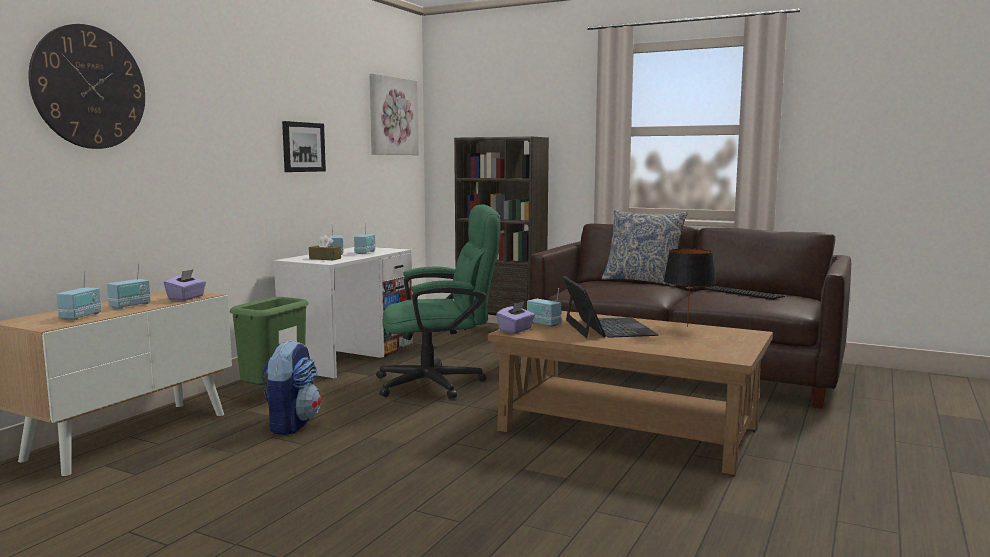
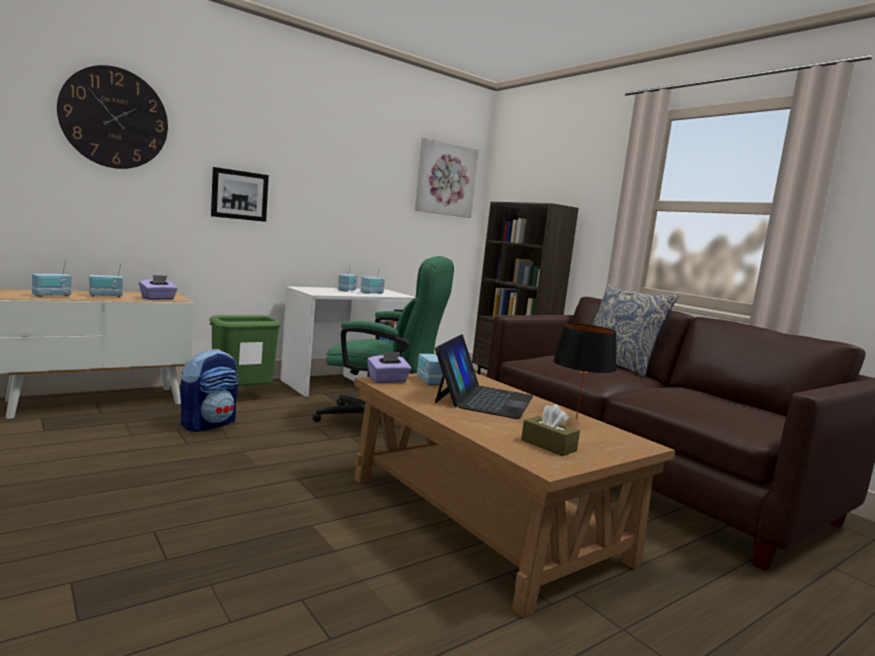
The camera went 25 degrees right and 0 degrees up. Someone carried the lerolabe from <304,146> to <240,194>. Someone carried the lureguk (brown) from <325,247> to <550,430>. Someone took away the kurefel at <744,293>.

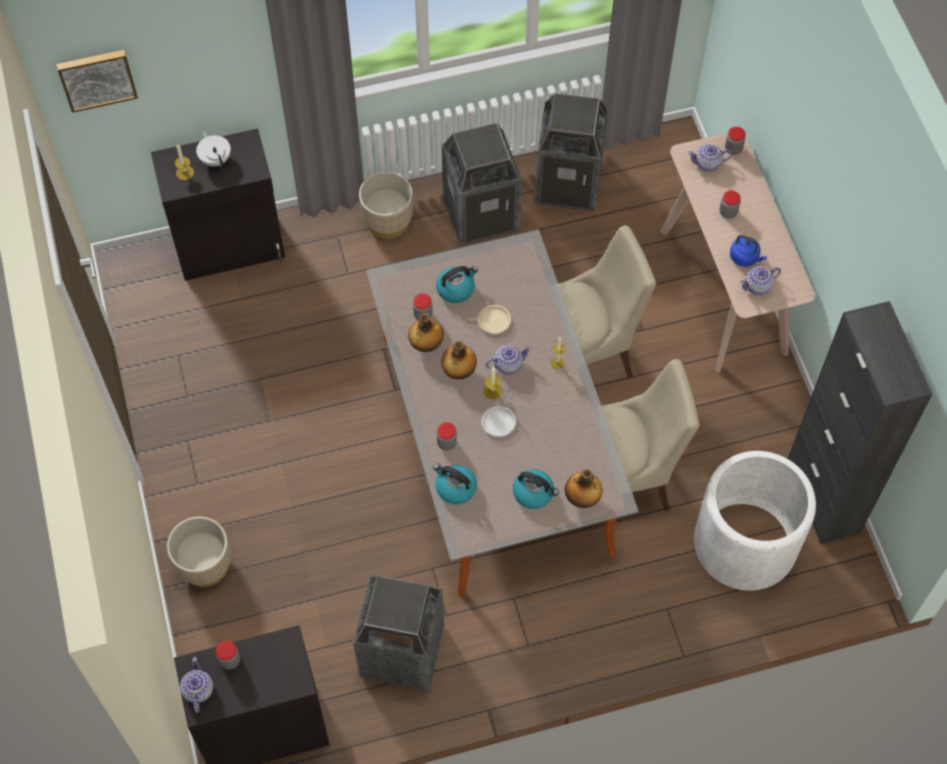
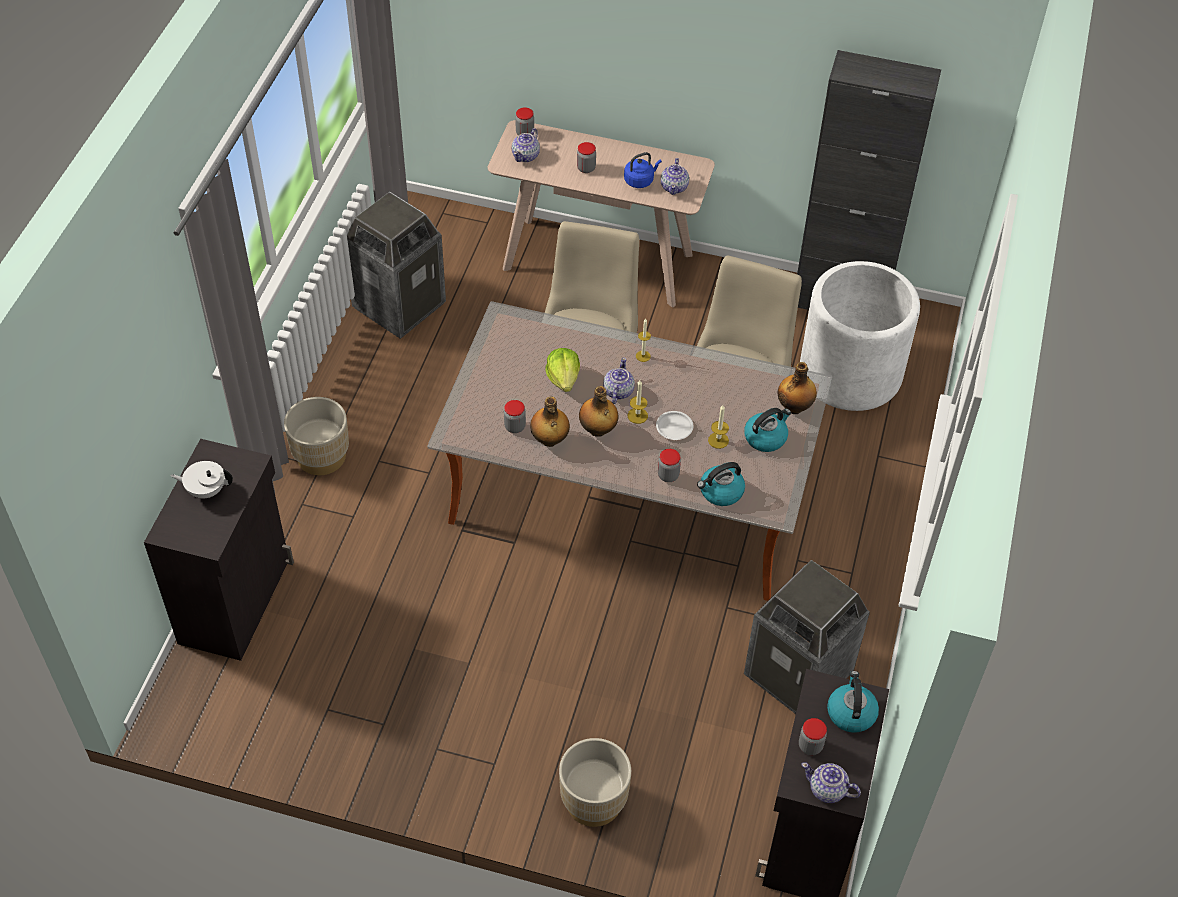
The camera went 60 degrees left and 10 degrees down. Someone took away the lerolabe at <97,81>. Someone carried the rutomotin from <184,162> to <718,427>. Someone carried the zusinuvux from <457,284> to <853,702>. Someone took away the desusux at <482,184>. Someone swapped the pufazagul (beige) at <494,319> for the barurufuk at <562,370>.

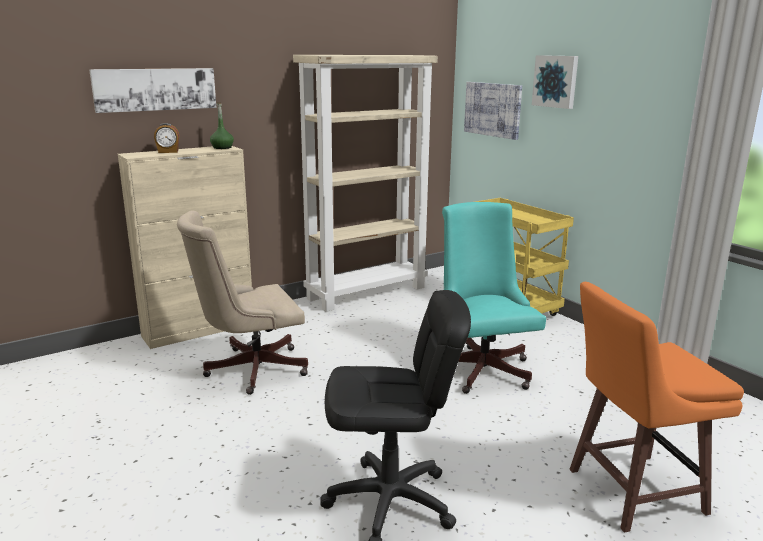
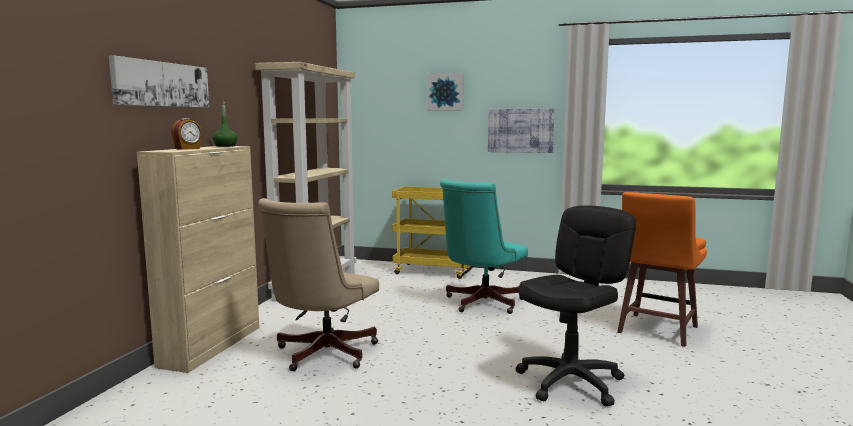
The camera went 40 degrees left and 10 degrees down. Someone rotated the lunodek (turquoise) at <494,298> by 90 degrees counterclockwise. Someone carried the lerolabe from <493,111> to <521,131>.

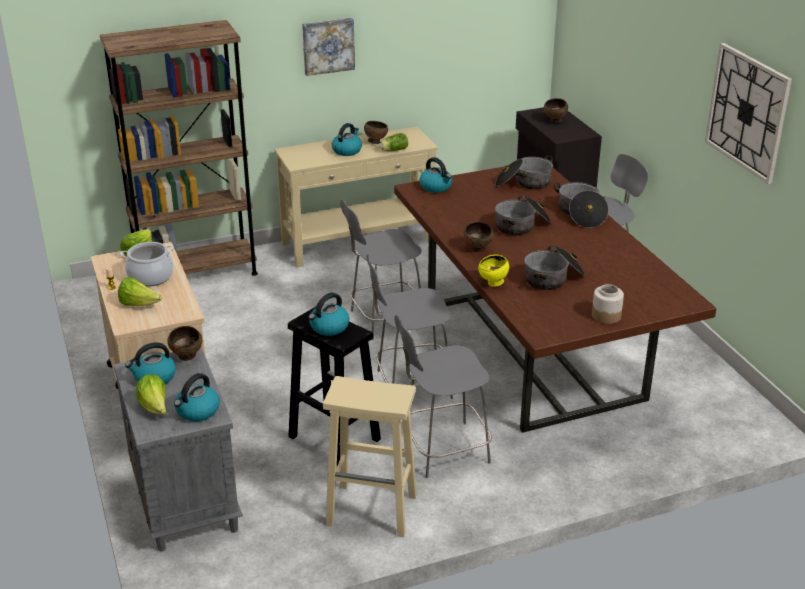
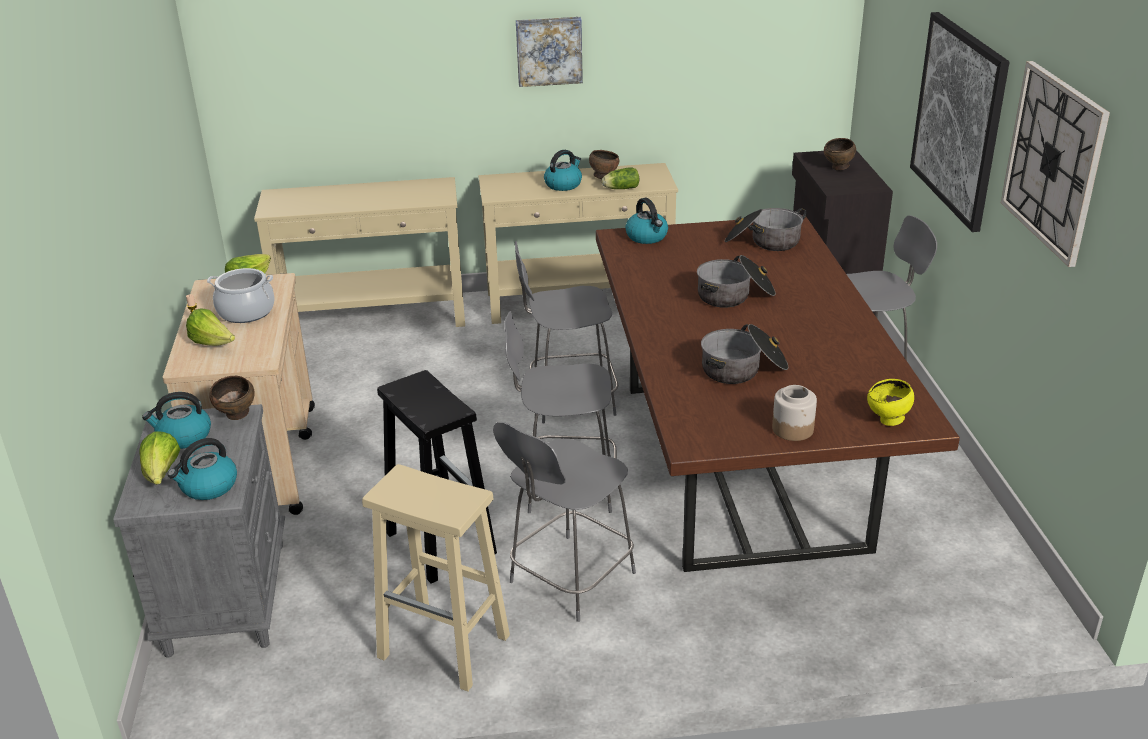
The camera went 15 degrees right and 0 degrees up. Someone swapped the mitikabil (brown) at <179,148> for the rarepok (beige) at <359,252>. Someone took away the zusinuvux at <329,314>. Someone rotated the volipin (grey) at <443,396> by 45 degrees counterclockwise. Someone took away the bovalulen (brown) at <479,237>. Someone carried the bovalulen (yellow) from <493,271> to <890,402>. Someone took away the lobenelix at <581,205>. Someone put up the lerolabe at <959,122>.

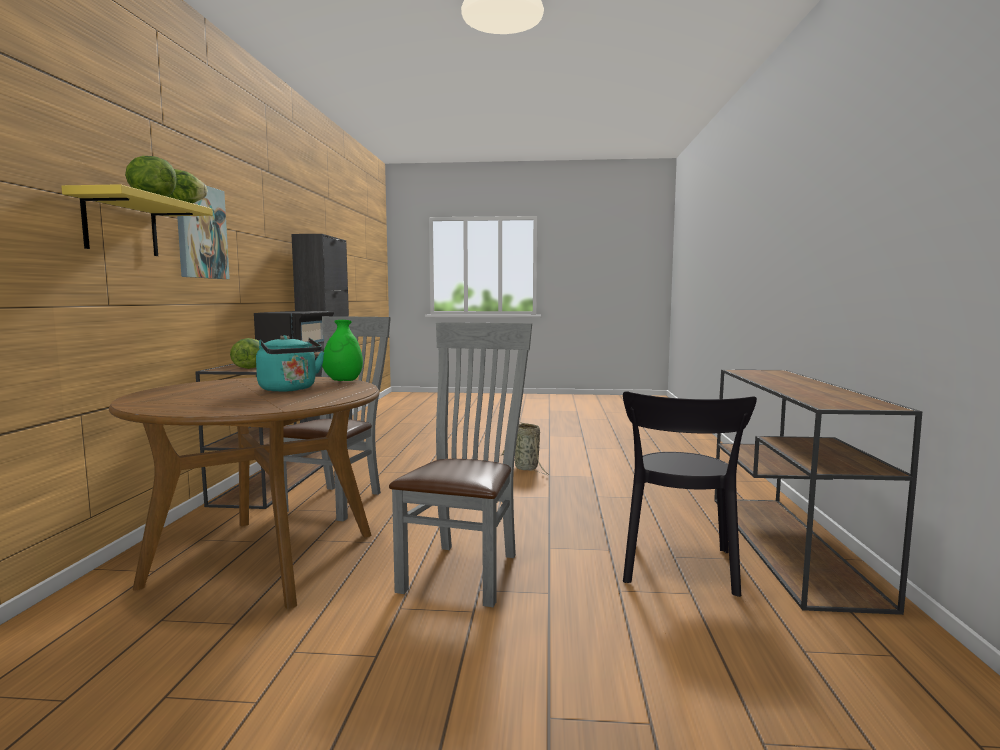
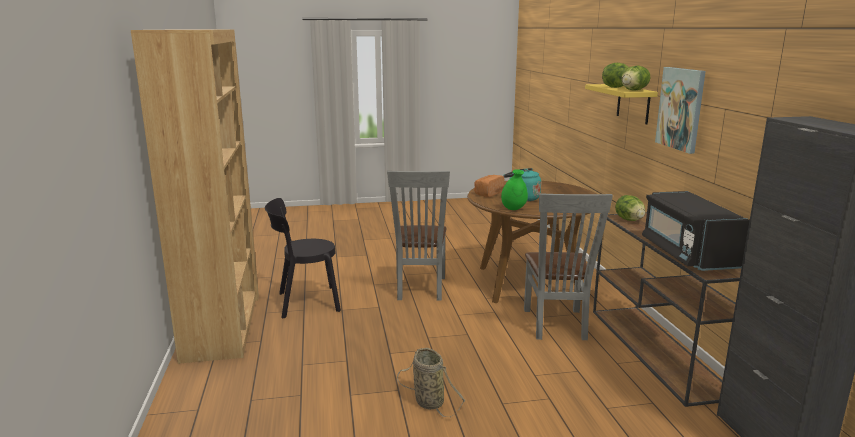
The camera went 165 degrees right and 10 degrees up. Someone rotated the volipin (black) at <690,494> by 105 degrees counterclockwise. Someone swapped the rarepok (brown) at <818,492> for the mitikabil (brown) at <195,196>. Someone put down the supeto at <489,186>.

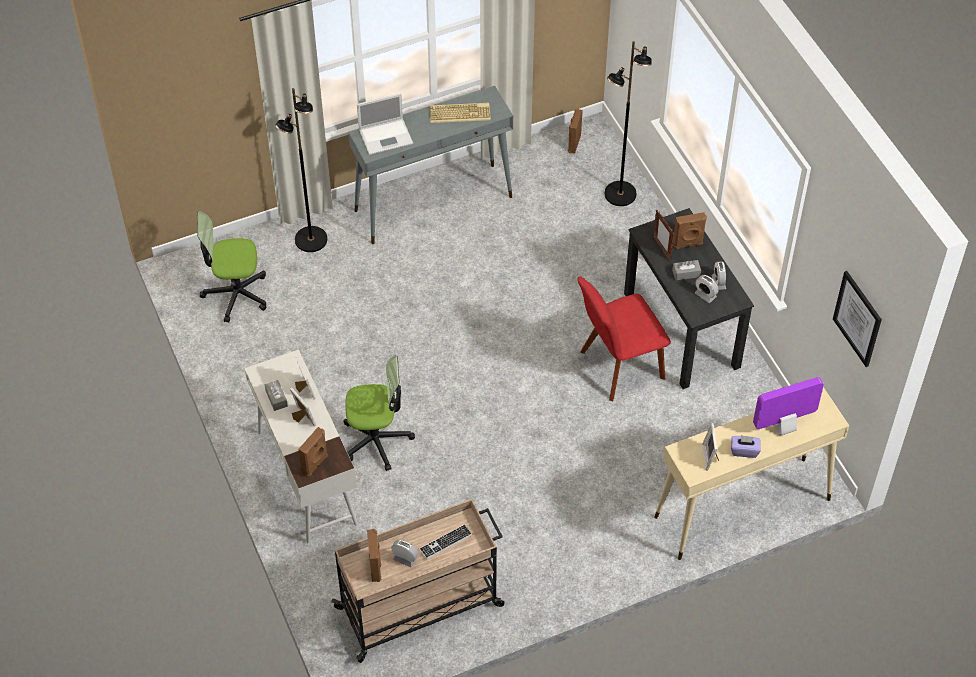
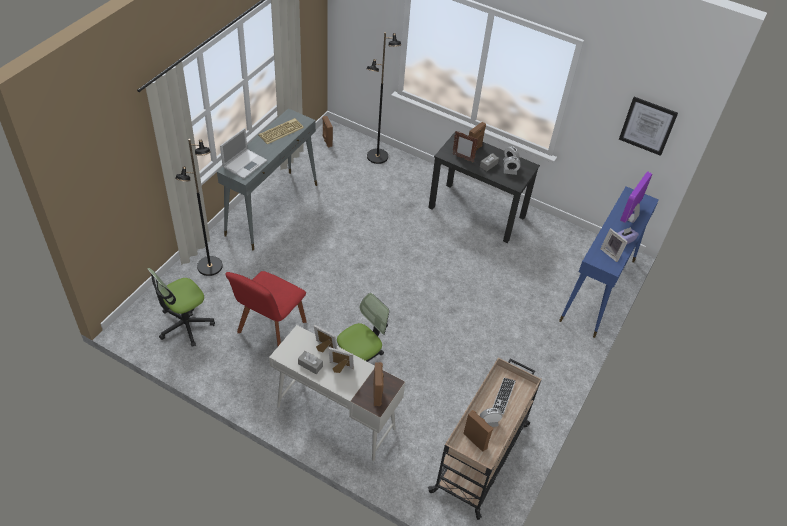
The camera went 40 degrees left and 5 degrees down. Someone carried the volipin (red) from <624,338> to <266,308>. Someone repainted the rarepok (beige) at <751,473>, which became the rarepok (blue) at <609,262>.

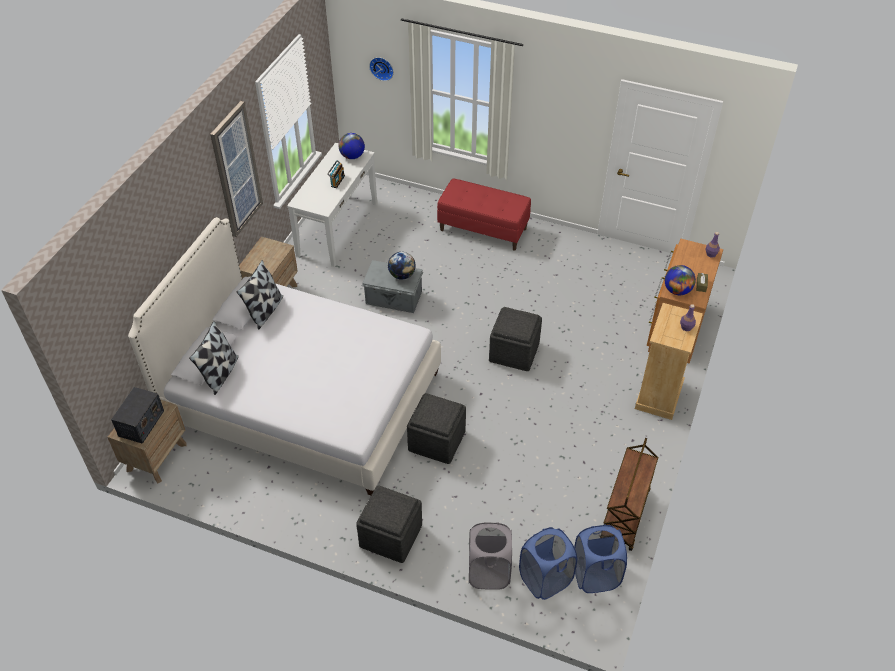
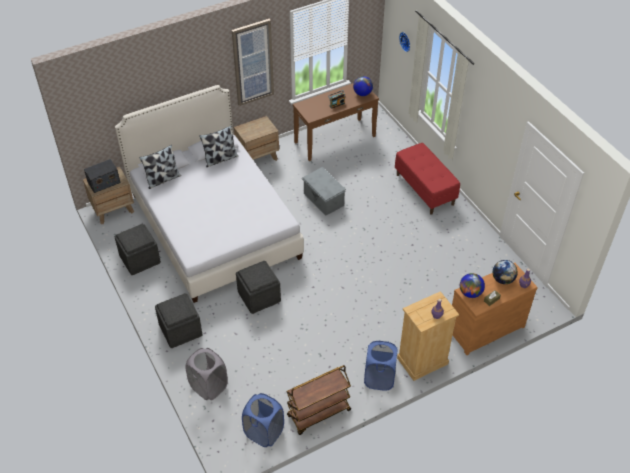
The camera went 40 degrees right and 0 degrees up. Someone repainted the rarepok (white) at <332,205>, which became the rarepok (brown) at <336,122>. Someone carried the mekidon from <402,265> to <505,272>. Someone carried the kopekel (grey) from <515,339> to <138,249>. Someone carried the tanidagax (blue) from <548,563> to <381,366>.

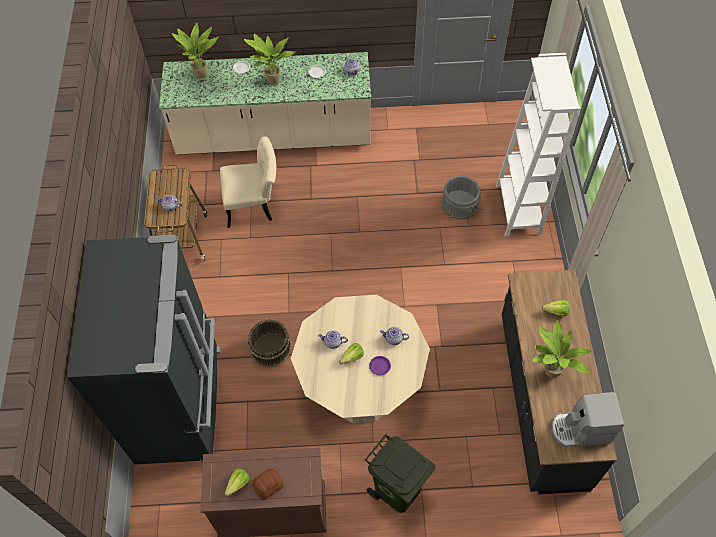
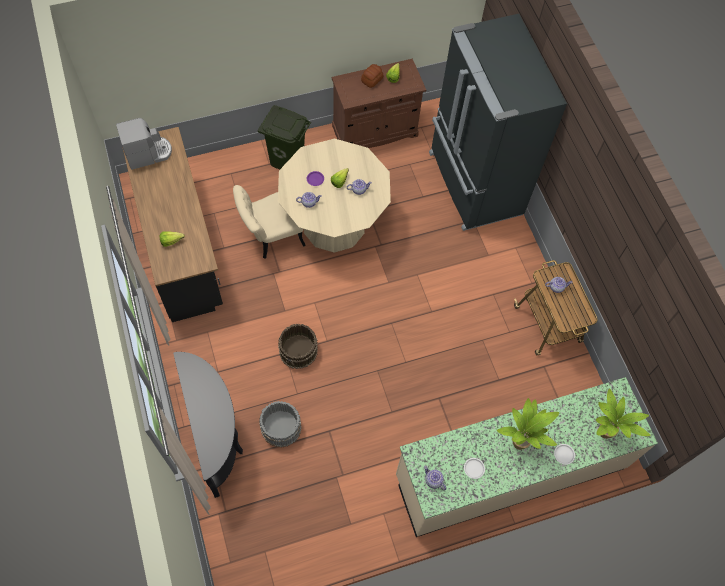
The camera went 160 degrees right and 5 degrees up. Someone carried the volipin (beige) from <248,182> to <269,222>. Someone carried the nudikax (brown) from <269,343> to <298,346>. Someone swapped the mitikabil (white) at <538,144> for the rarepok (black) at <208,425>. Someone took away the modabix at <562,348>.

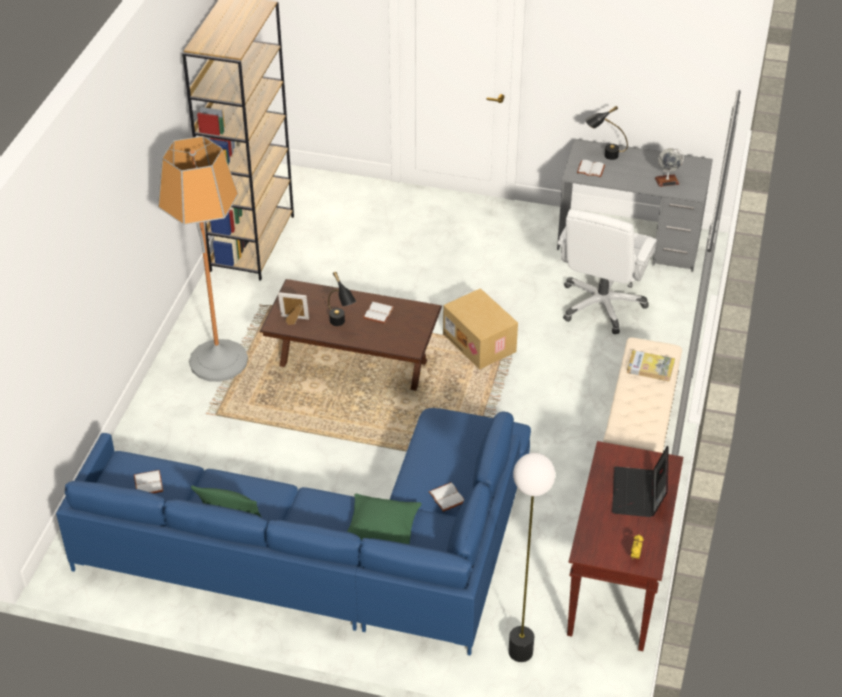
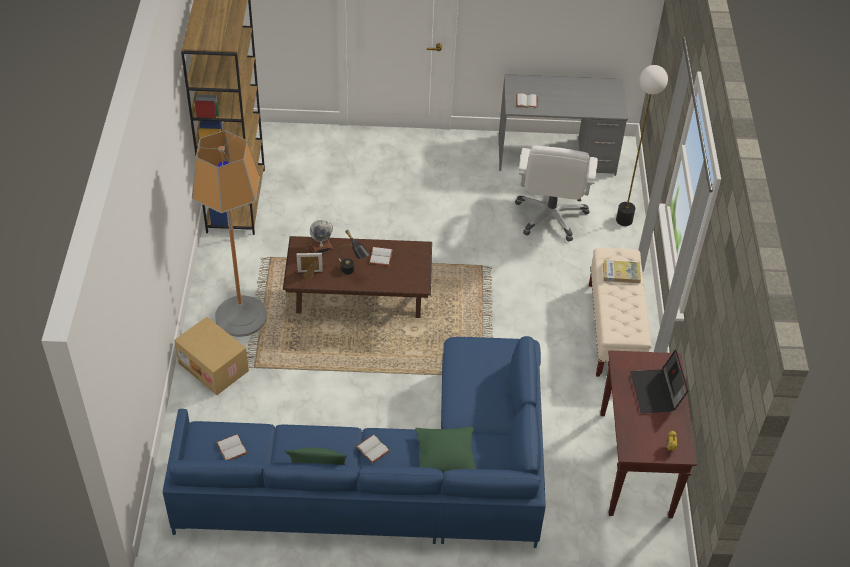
The camera went 15 degrees left and 5 degrees up. Someone carried the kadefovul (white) from <447,497> to <373,448>. Someone carried the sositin from <480,328> to <211,356>. Someone carried the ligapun from <531,557> to <642,145>. Someone took away the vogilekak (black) at <606,133>. Someone carried the mekidon from <669,167> to <321,236>.

